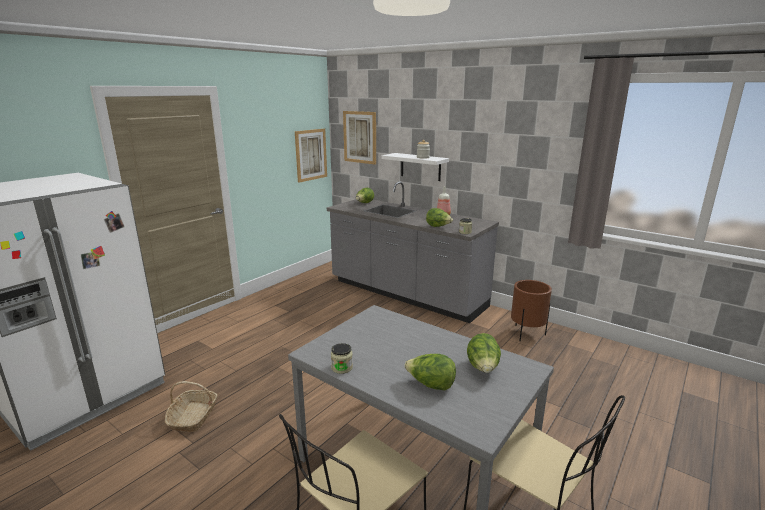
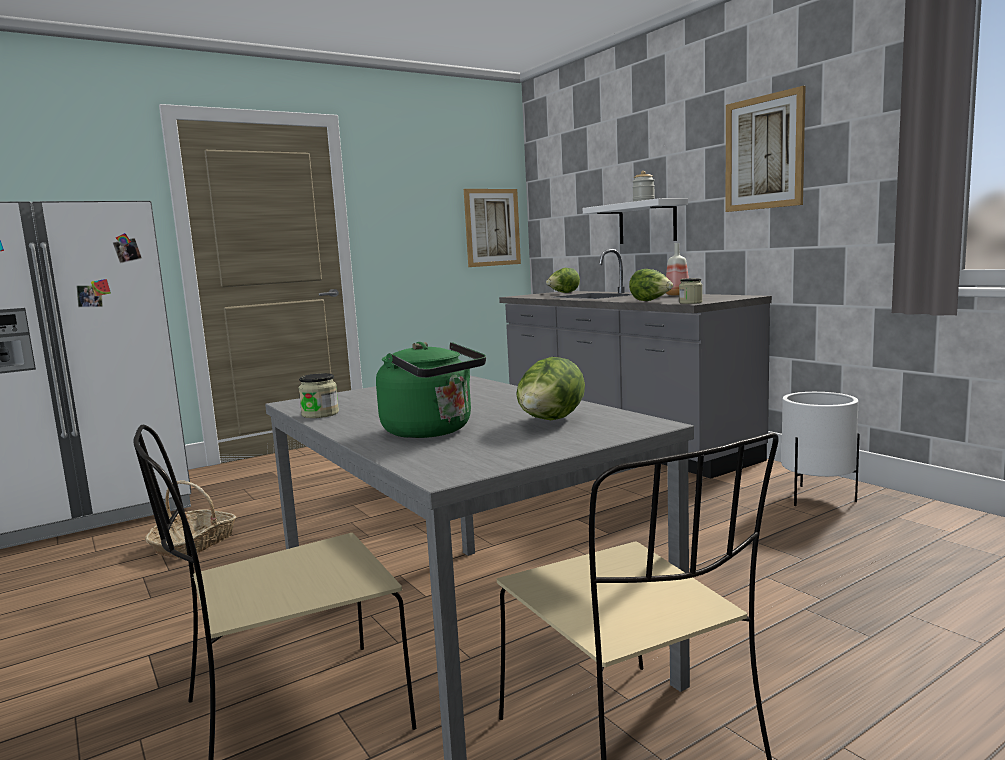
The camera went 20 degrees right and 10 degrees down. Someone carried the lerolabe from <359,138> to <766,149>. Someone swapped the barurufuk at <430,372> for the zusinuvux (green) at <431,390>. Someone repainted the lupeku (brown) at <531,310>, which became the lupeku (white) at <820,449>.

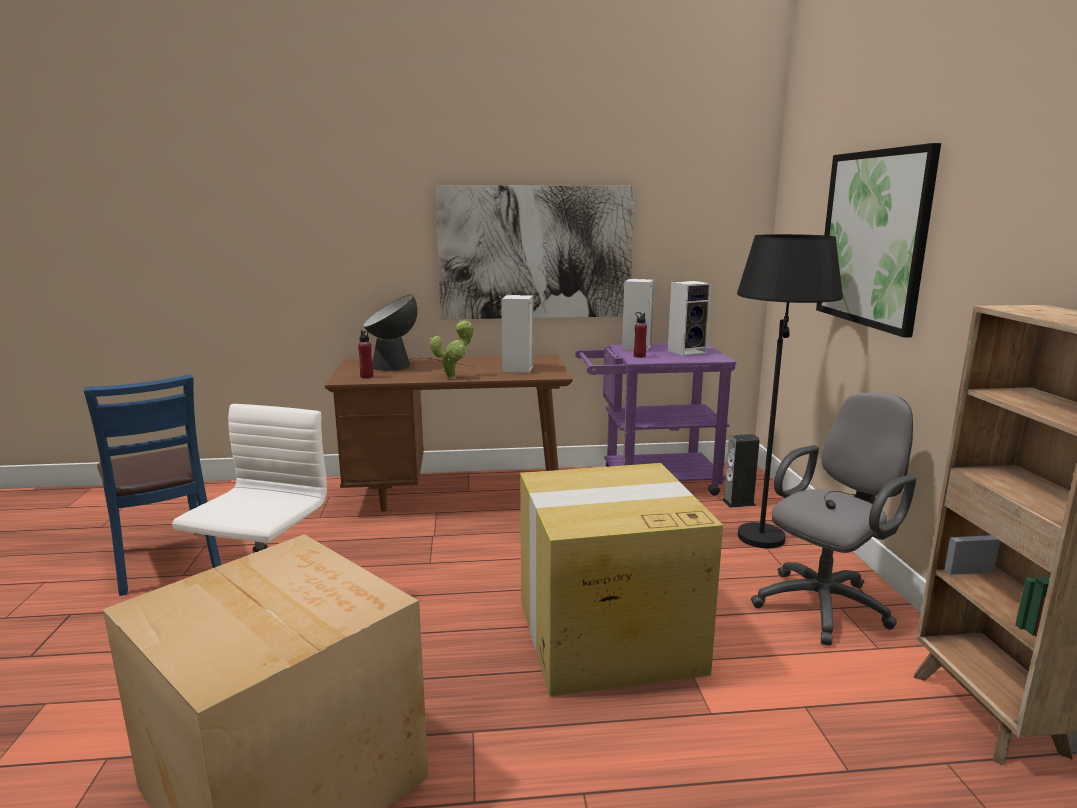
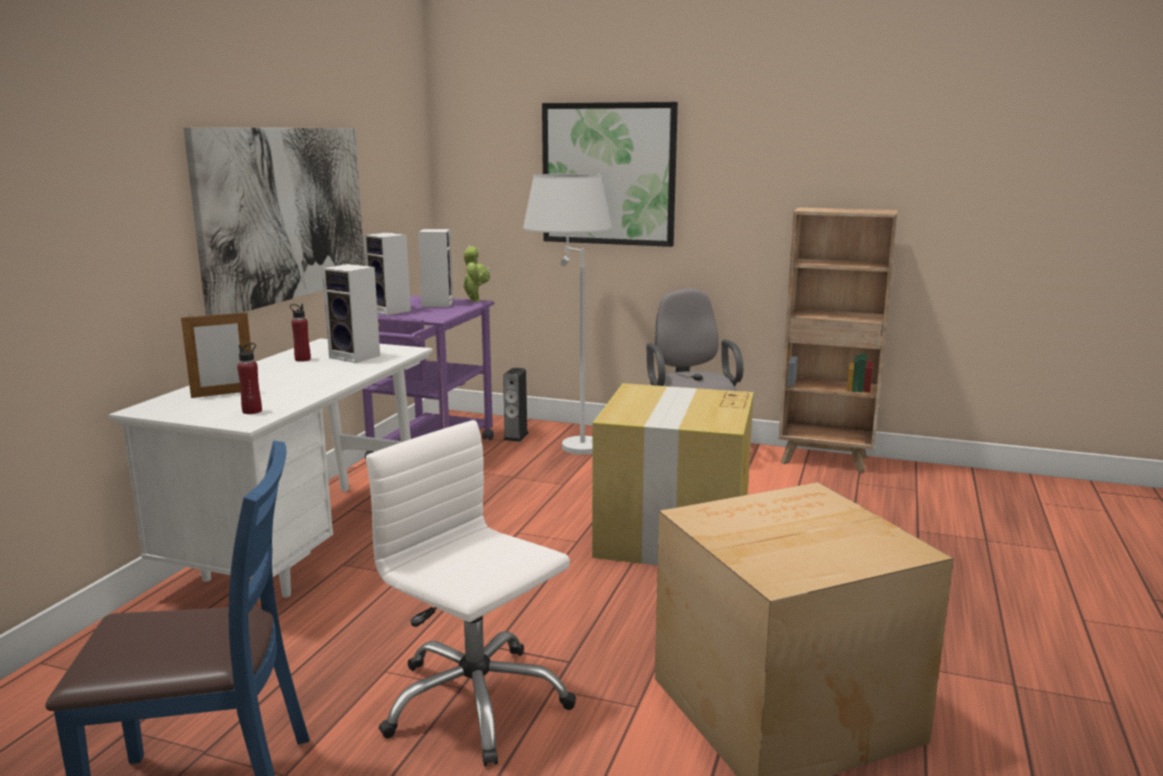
The camera went 65 degrees left and 0 degrees up. Someone repainted the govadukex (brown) at <449,433>, which became the govadukex (white) at <271,468>. Someone swapped the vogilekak at <417,332> for the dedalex at <216,354>. Someone carried the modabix from <452,349> to <476,274>. Someone carried the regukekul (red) from <640,335> to <300,333>. Someone repainted the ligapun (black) at <790,391>, which became the ligapun (white) at <567,314>.

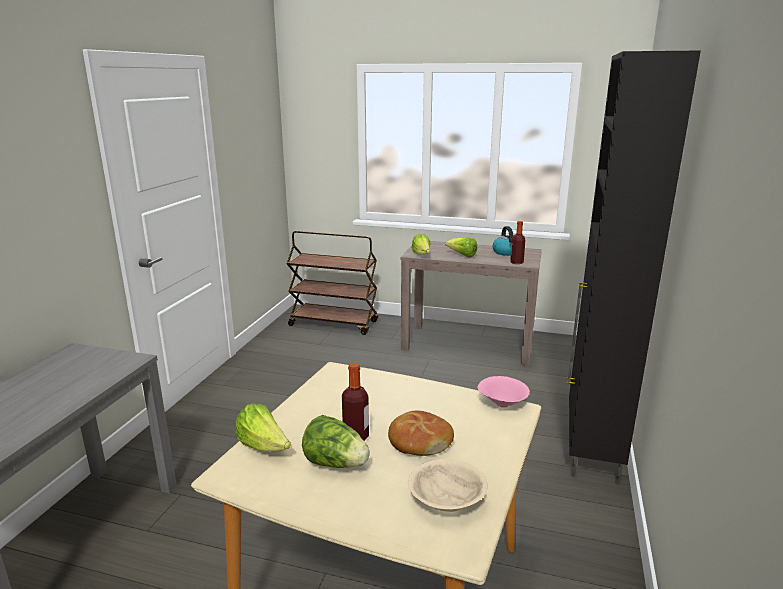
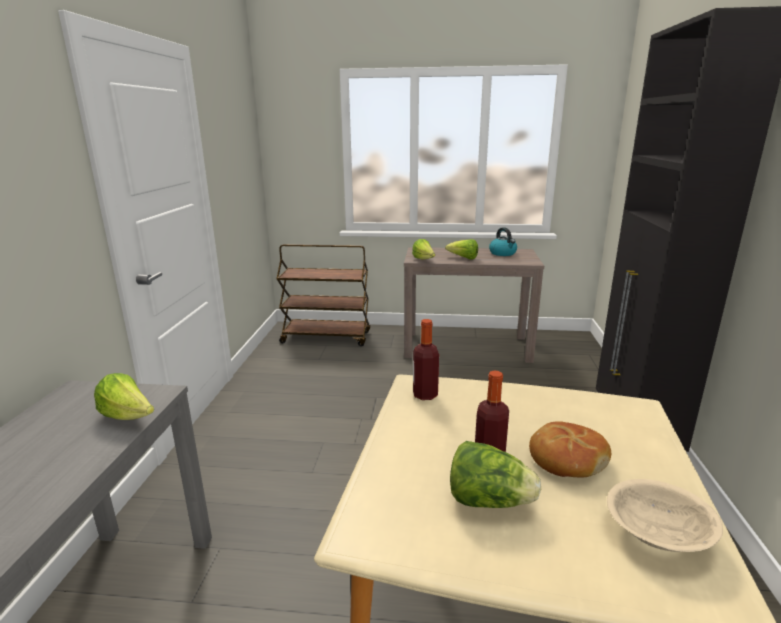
The camera went 10 degrees left and 0 degrees up. Someone carried the barurufuk from <263,427> to <124,396>. Someone took away the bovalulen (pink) at <503,392>. Someone carried the regukekul from <518,242> to <426,359>.

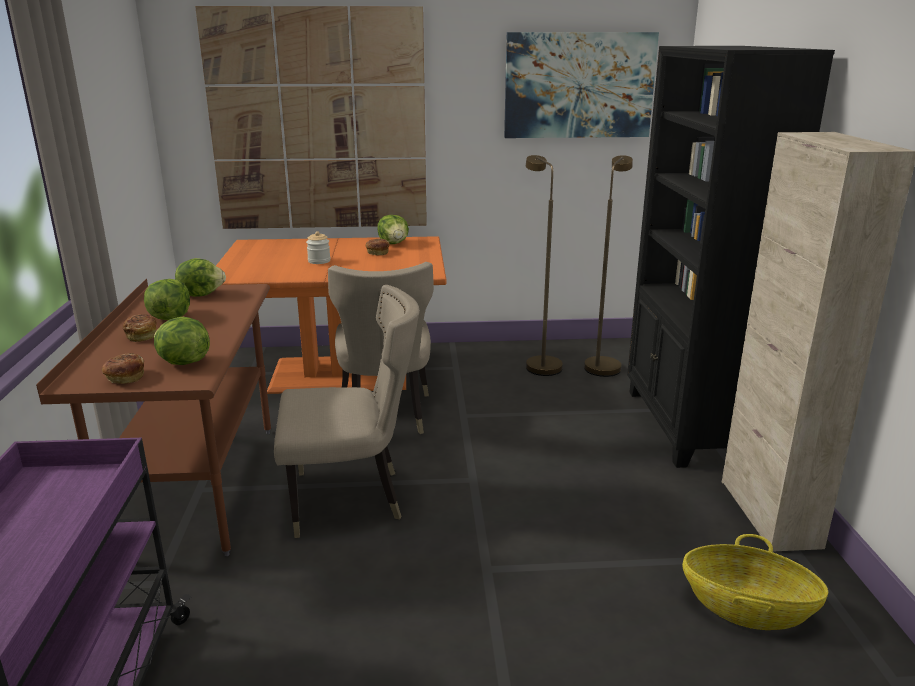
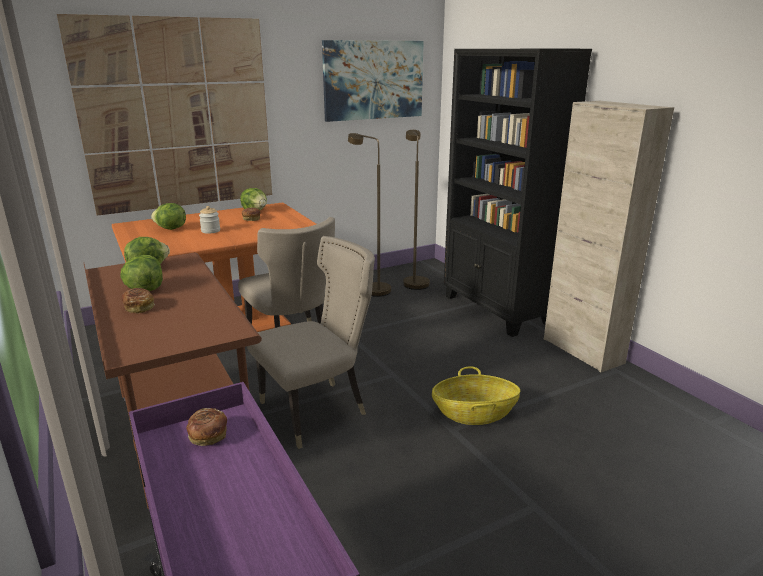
The camera went 25 degrees left and 0 degrees up. Someone carried the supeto from <123,368> to <206,427>. Someone carried the barurufuk from <182,341> to <168,216>. Someone carried the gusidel from <755,582> to <476,395>.

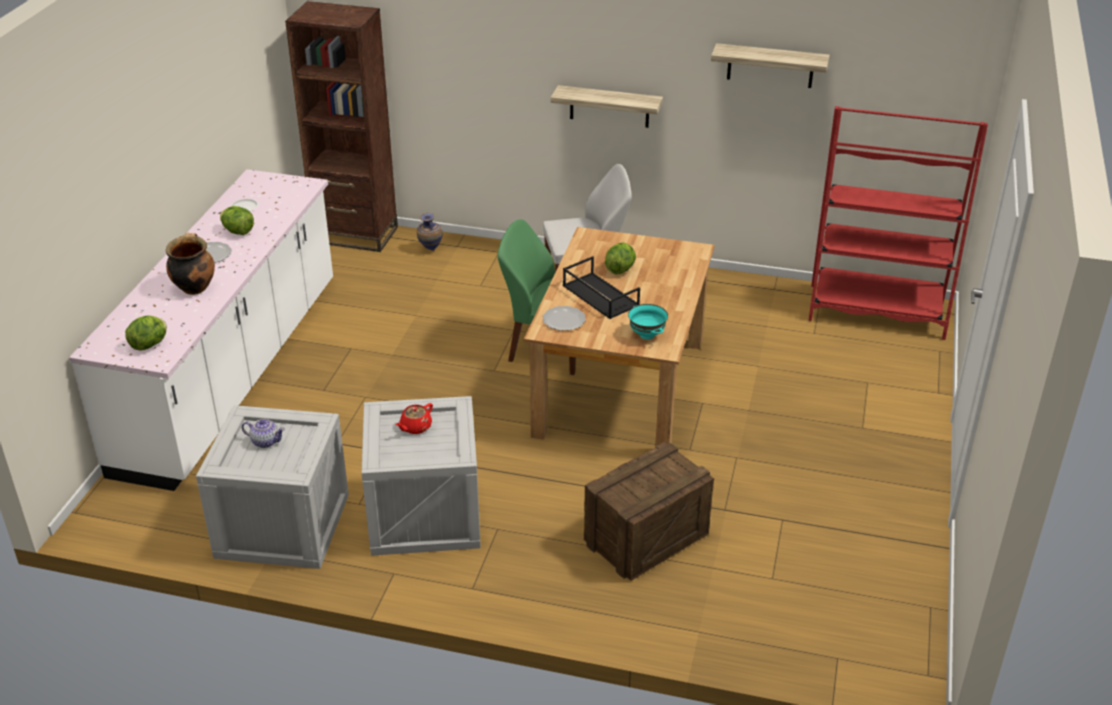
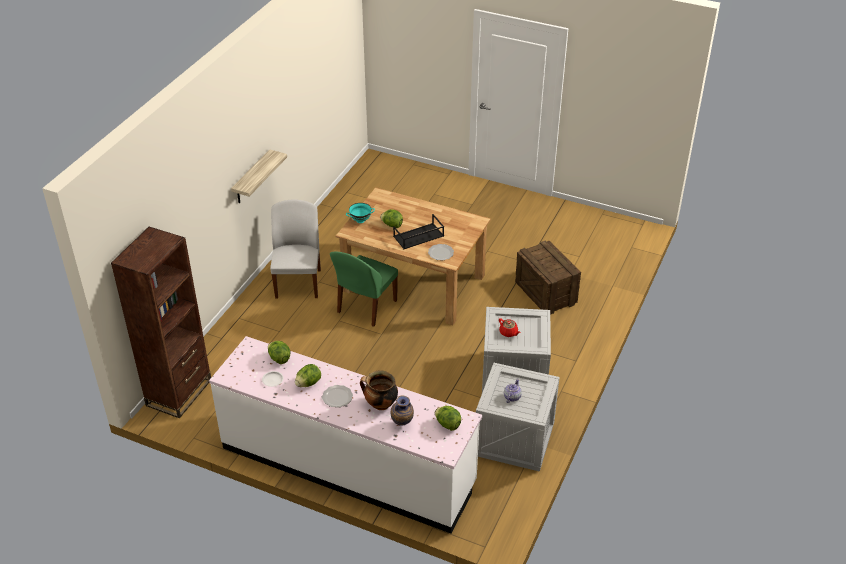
The camera went 80 degrees left and 5 degrees up. Someone carried the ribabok from <430,232> to <402,410>. Someone carried the bovalulen (turquoise) from <648,322> to <360,213>. Someone took away the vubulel at <770,65>. Someone took away the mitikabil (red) at <898,223>. Someone put down the barurufuk at <279,352>.

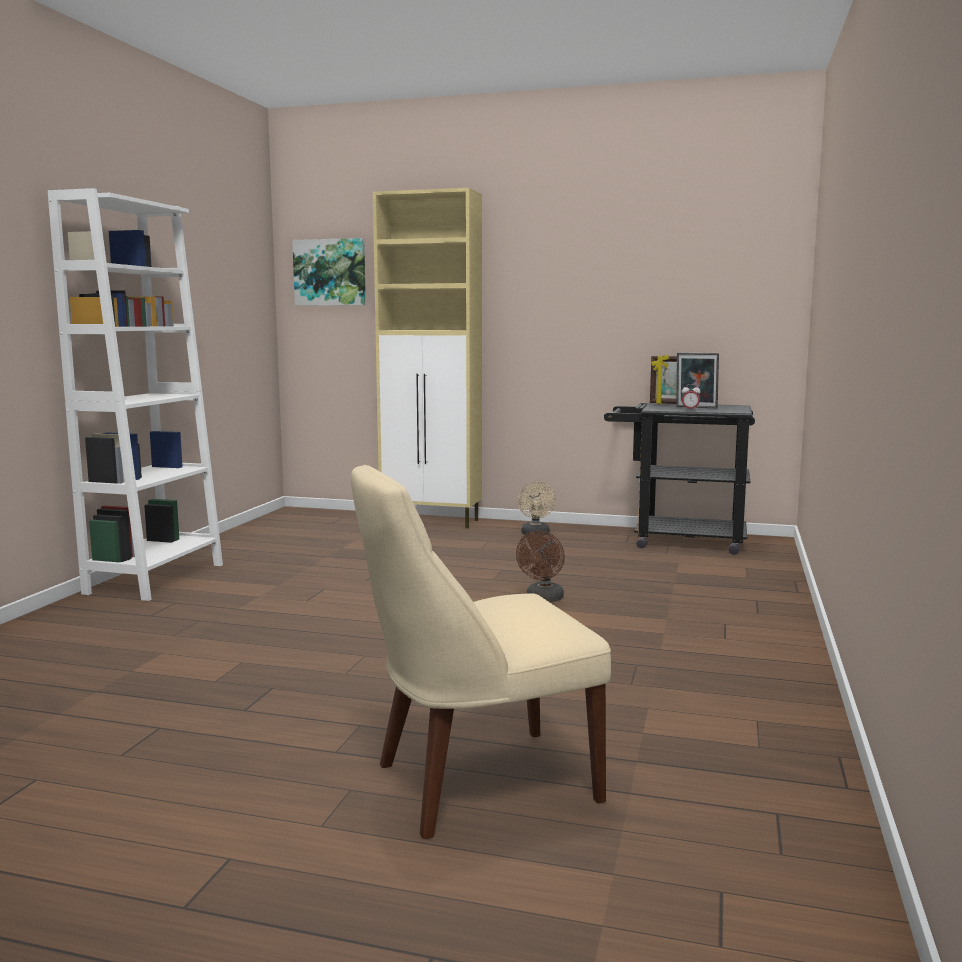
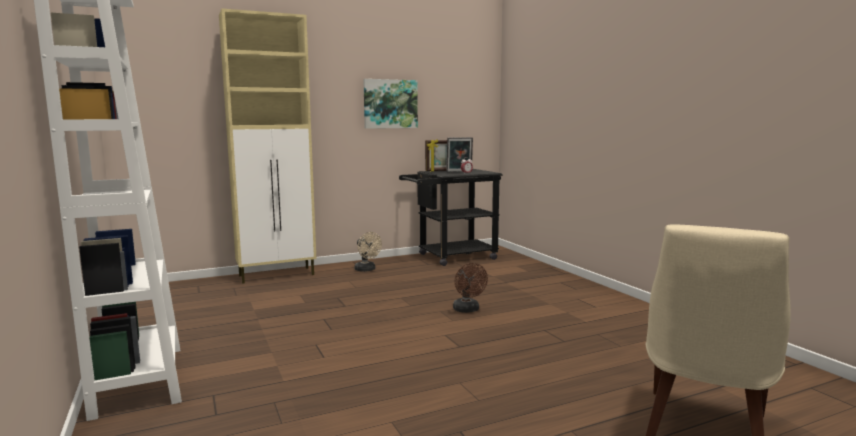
The camera went 40 degrees left and 0 degrees up. Someone carried the lerolabe from <329,272> to <390,104>.

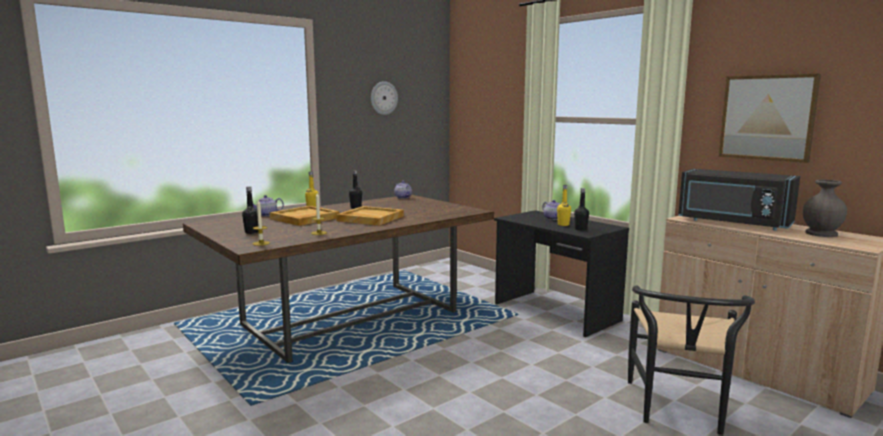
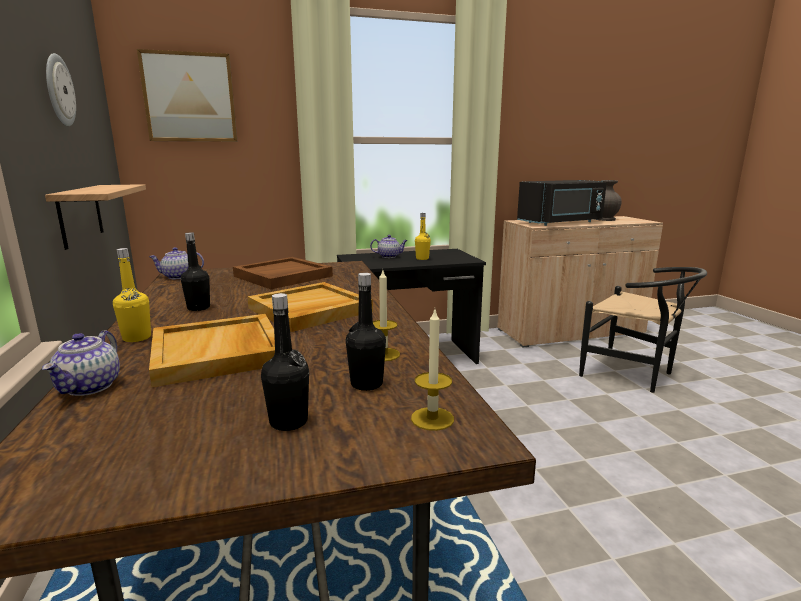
The camera went 65 degrees left and 5 degrees up. Someone carried the regukekul (black) from <581,209> to <366,332>. Someone carried the lerolabe from <770,118> to <187,95>. Someone put up the vubulel at <95,217>. Someone put down the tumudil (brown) at <283,273>.

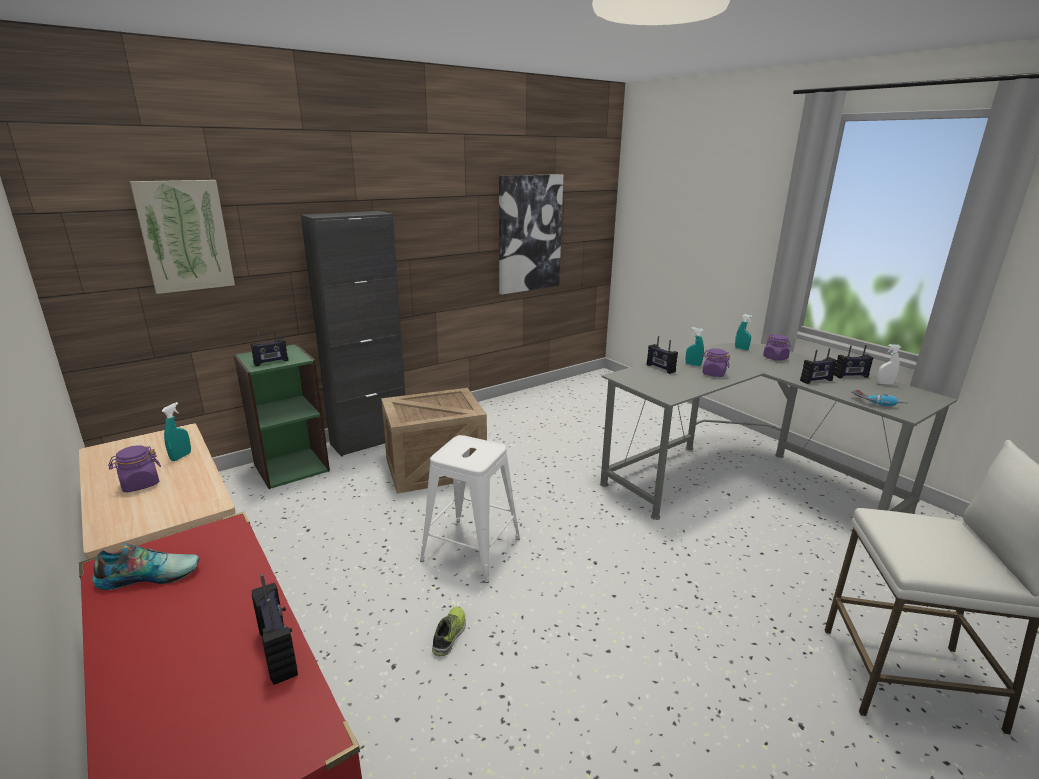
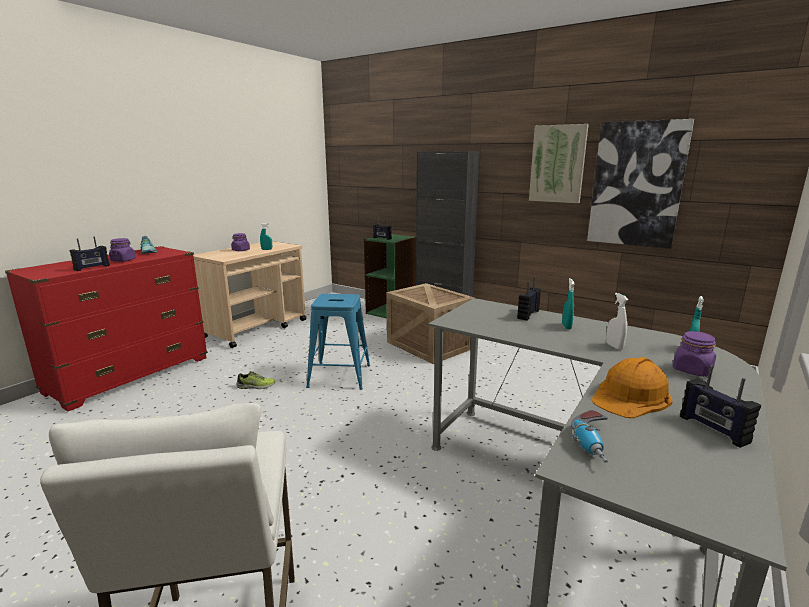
The camera went 70 degrees right and 5 degrees down. Someone carried the lerolabe from <182,237> to <559,163>. Someone repainted the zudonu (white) at <470,509>, which became the zudonu (blue) at <338,342>. Someone carried the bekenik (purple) from <716,362> to <122,250>. Someone swapped the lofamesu at <818,366> for the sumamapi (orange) at <632,387>. Someone carried the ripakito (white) from <889,364> to <617,321>.

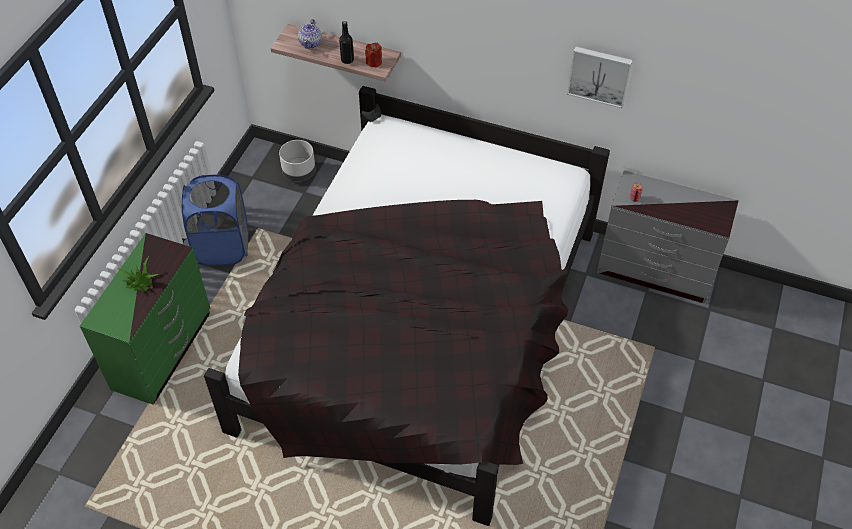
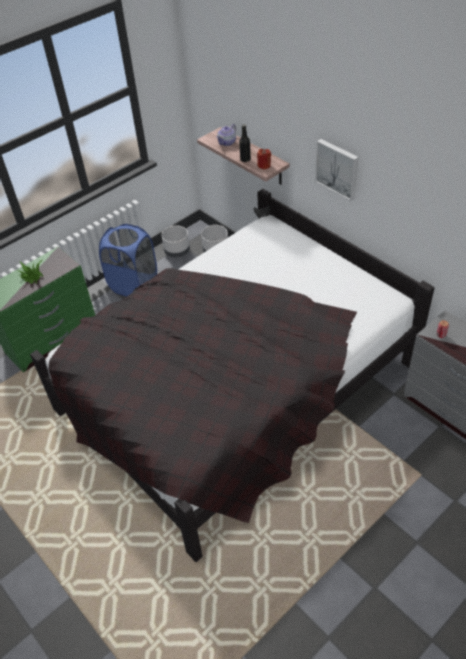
The camera went 30 degrees right and 5 degrees down. Someone carried the lerolabe from <600,77> to <337,170>. Someone put down the lupeku (grey) at <176,242>.

